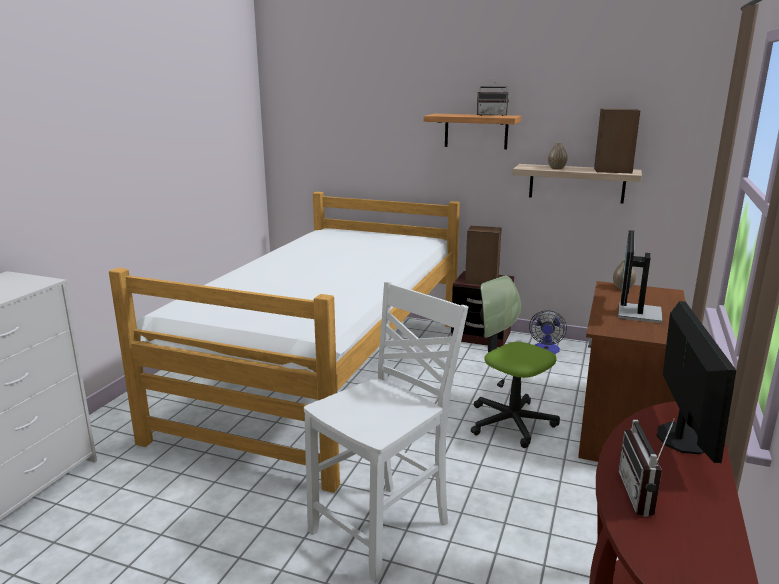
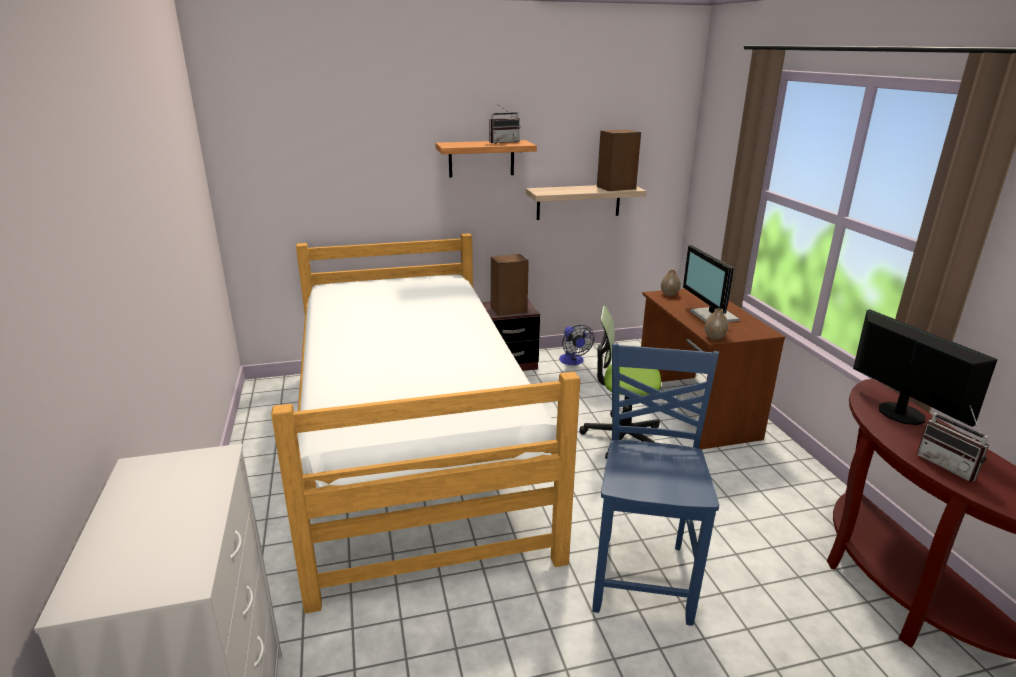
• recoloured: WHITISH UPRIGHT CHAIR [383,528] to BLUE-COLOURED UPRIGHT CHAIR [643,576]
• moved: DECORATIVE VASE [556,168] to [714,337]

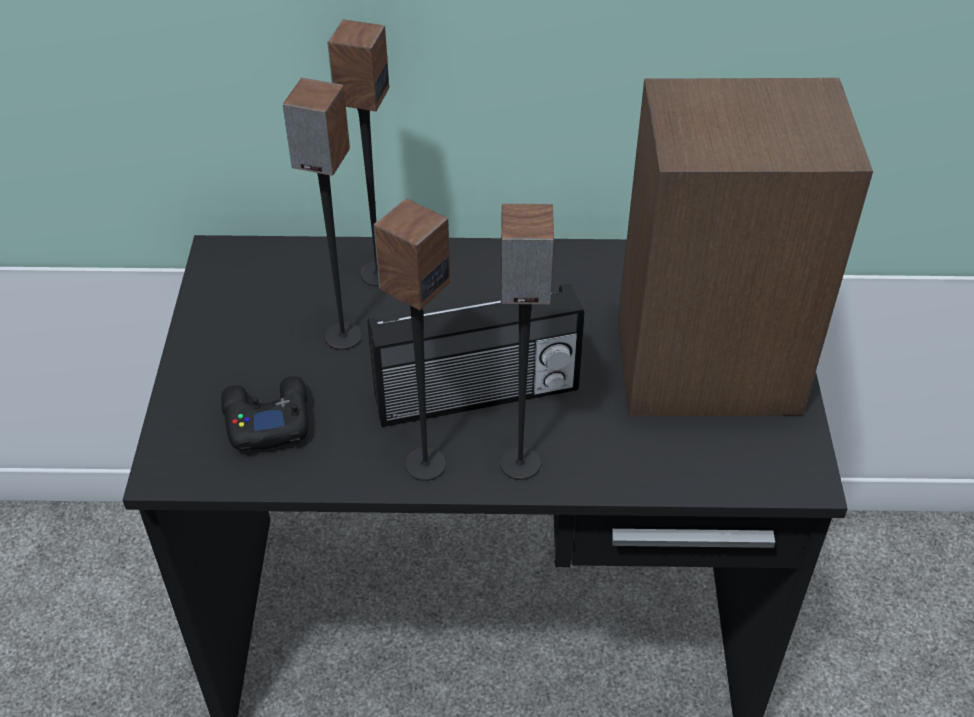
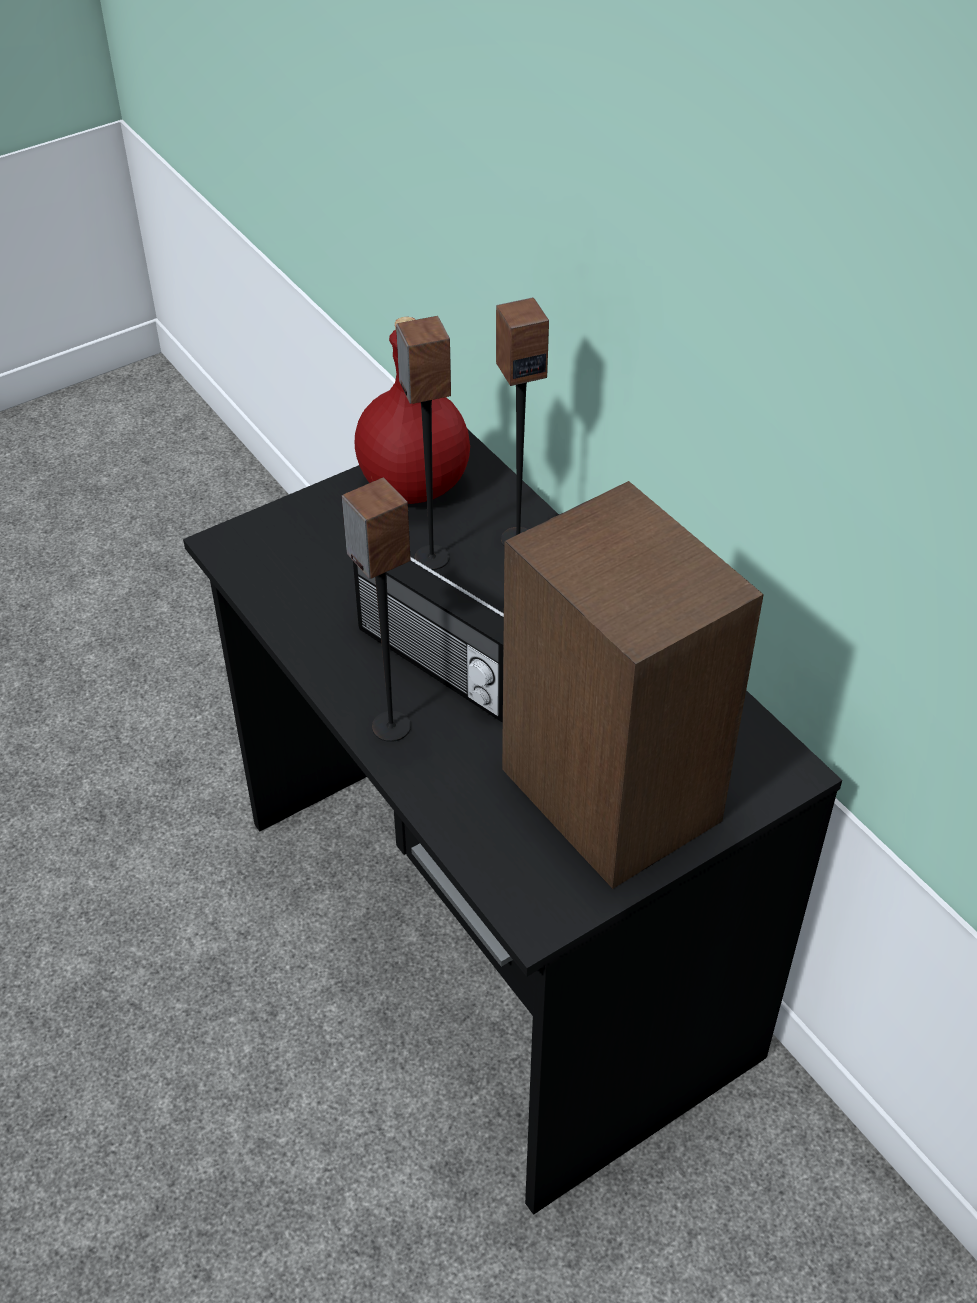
• added: RED-COLOURED DRINK BOTTLE [412,485]
• removed: BLACKISH JOYPAD [266,419]
• removed: SPEAKER [425,464]

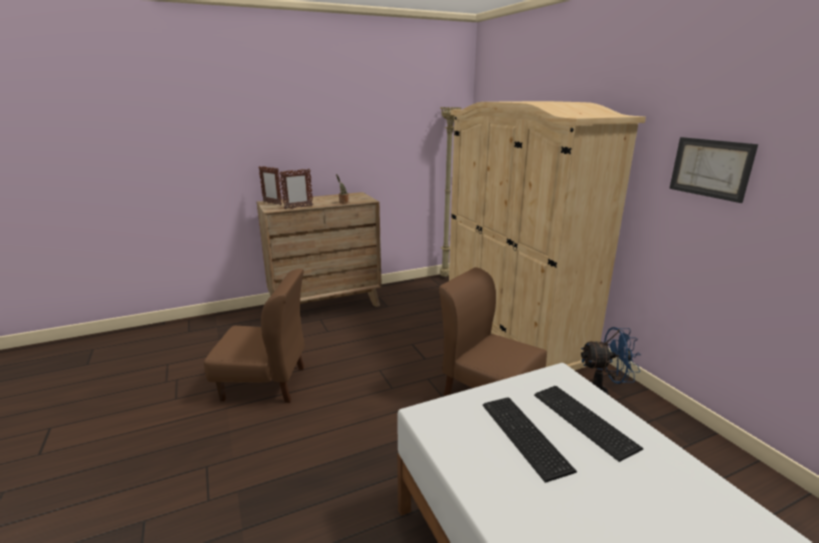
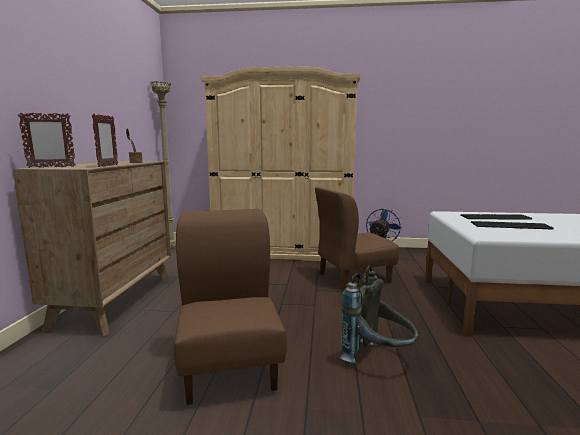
• turned: BROWN UPRIGHT CHAIR [265,383] = [230,366] 45 degrees counterclockwise
• added: GREY KNAPSACK [378,359]
• removed: WALL PICTURE [710,168]

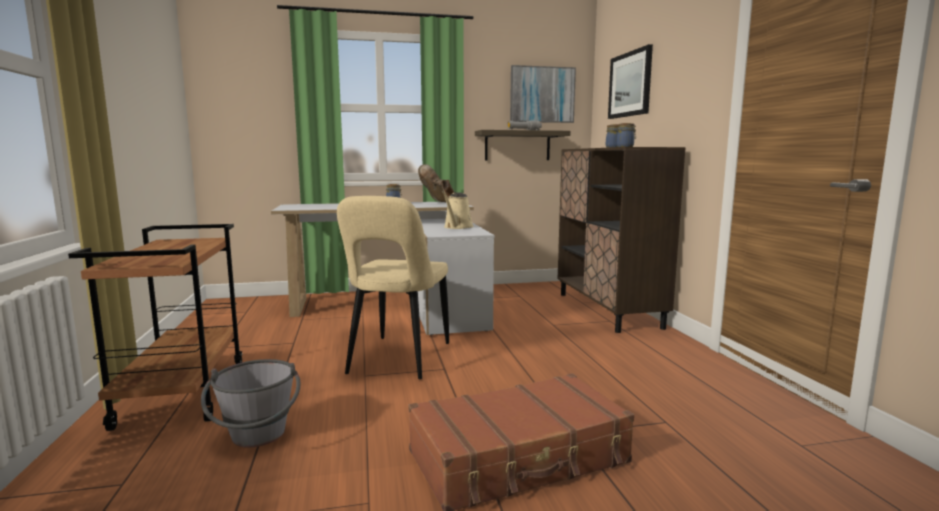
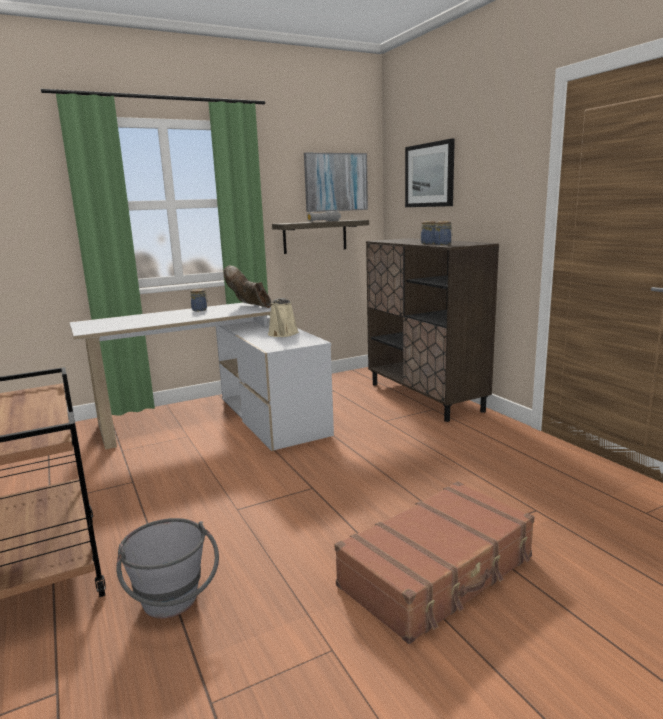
• removed: BEIGE UPRIGHT CHAIR [397,360]

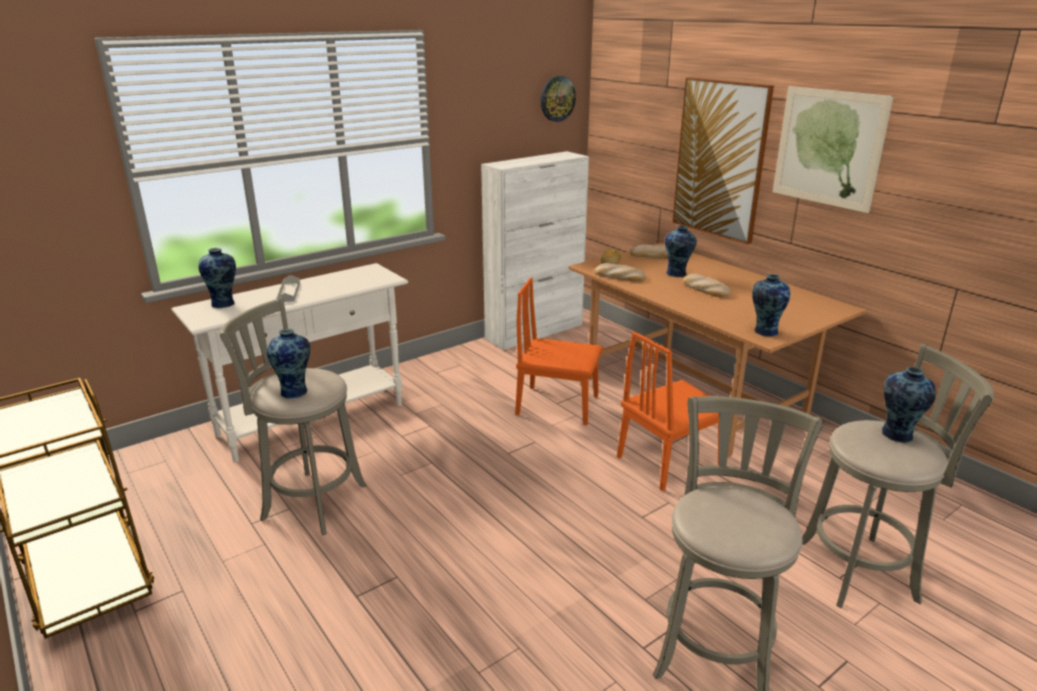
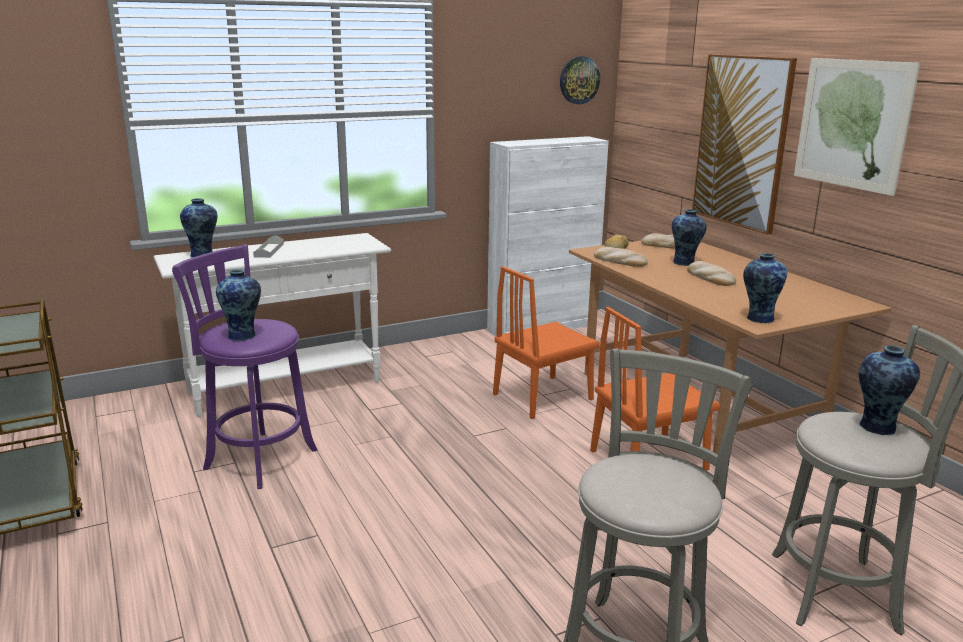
• recoloured: GREY STOOL SEAT [310,500] to PURPLE STOOL SEAT [257,457]
• turned: ORANGE UPRIGHT CHAIR [557,405] = [543,396] 60 degrees counterclockwise

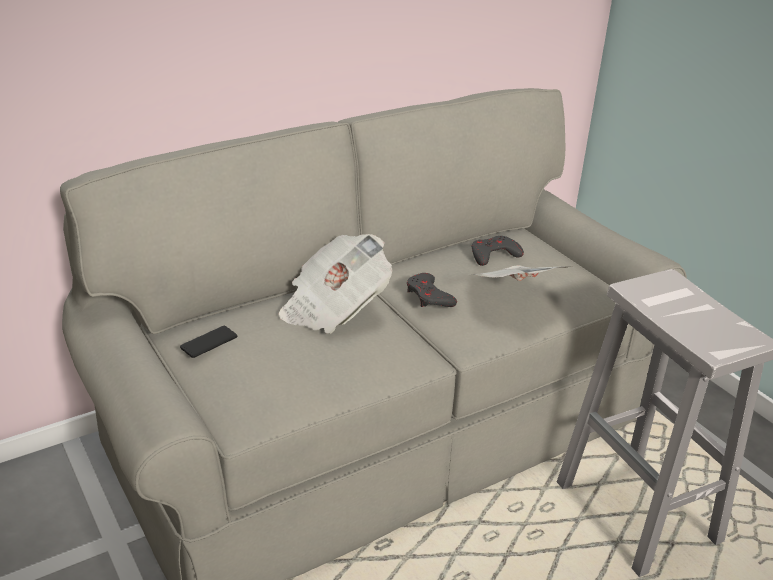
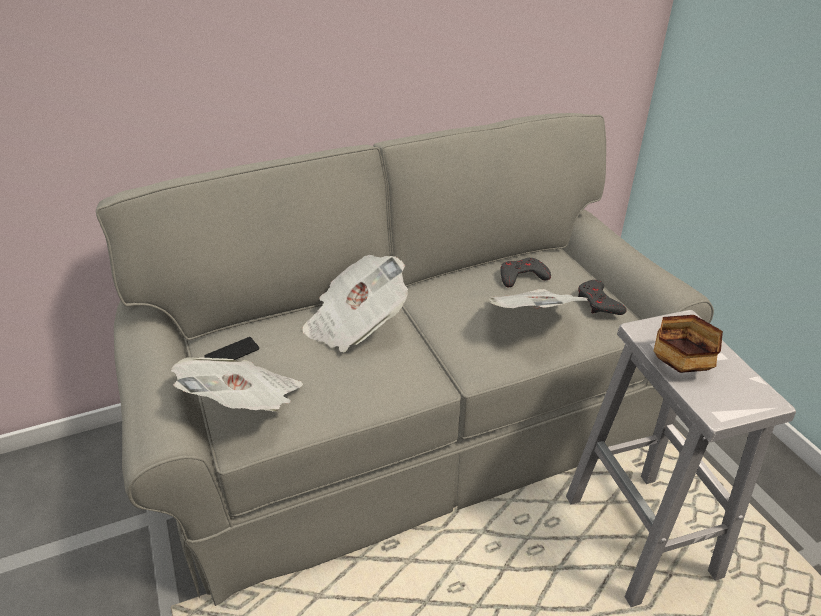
• added: PRINTED PAPER [245,404]
• moved: GREY JOYPAD [429,296] to [598,303]
• added: DEEP DISH [681,363]

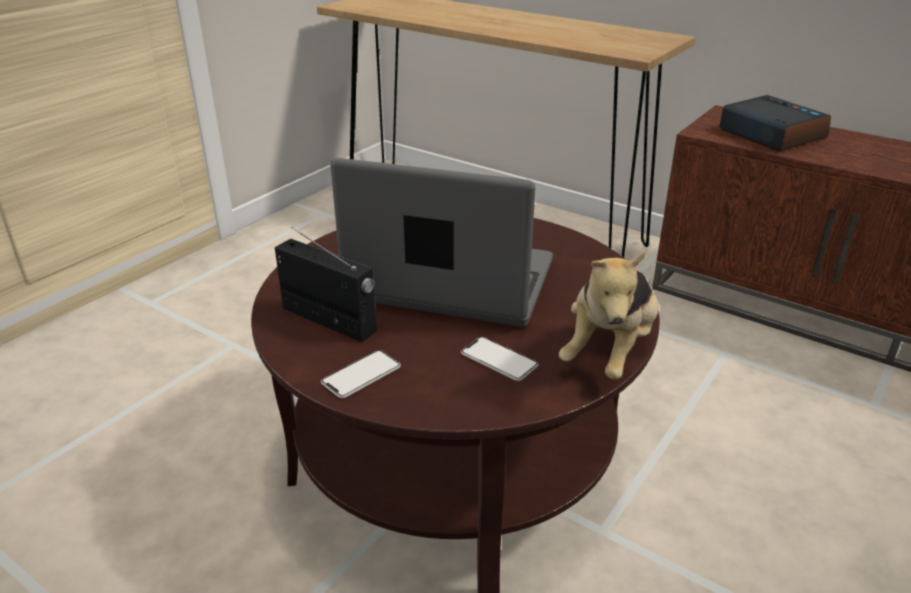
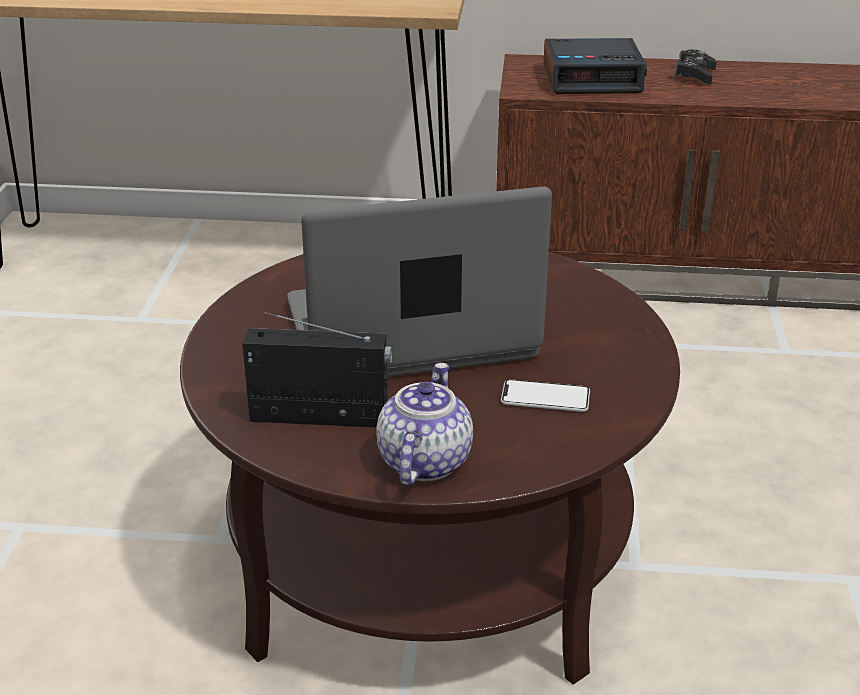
• replaced: HANDSET [361,375] to POT FOR TEA [423,461]
• turned: TABLE CLOCK [770,134] = [593,78] 150 degrees clockwise
• added: BLACKISH JOYPAD [694,75]
• removed: SOFT TOY [609,351]

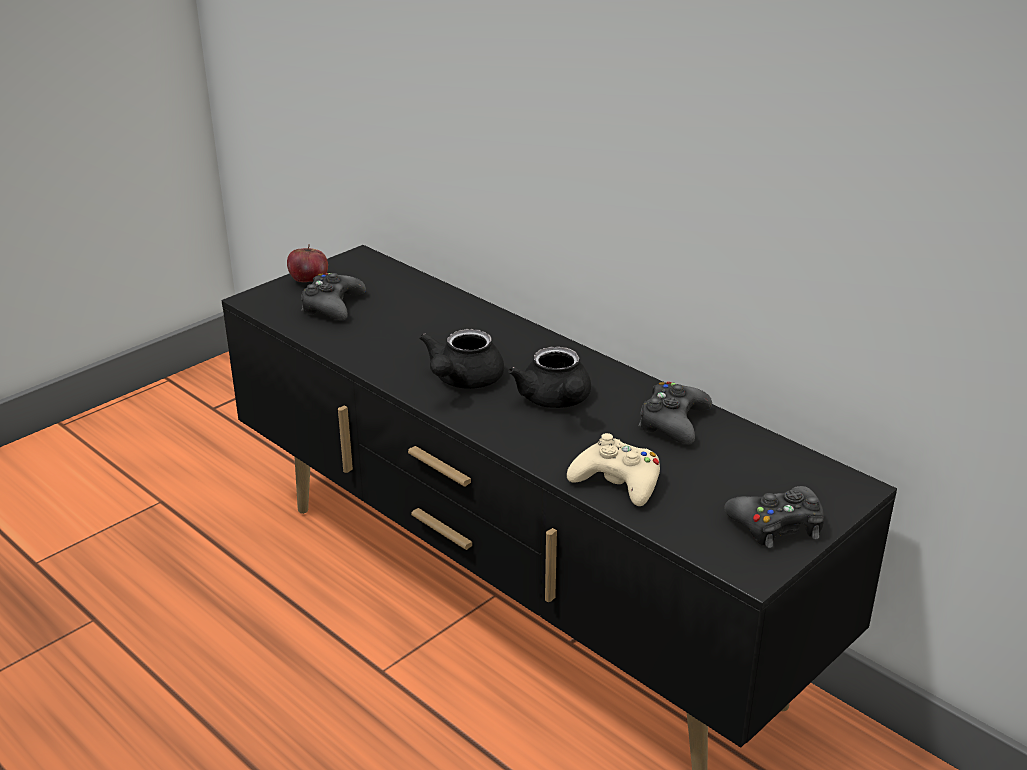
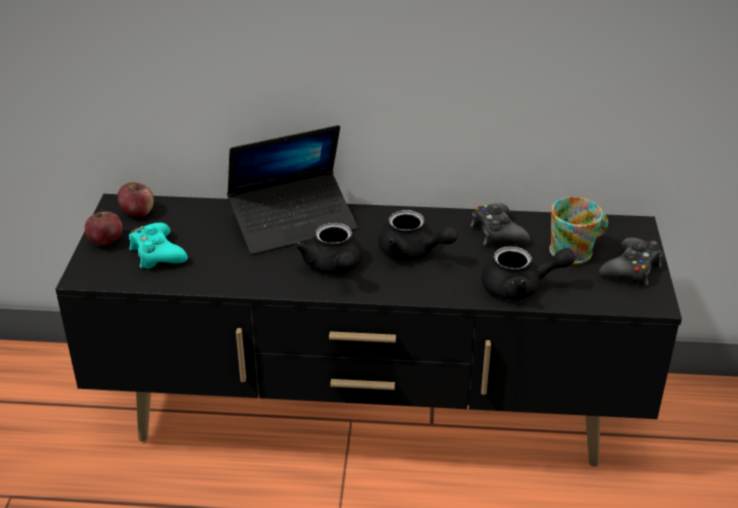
• added: APPLE FRUIT [138,212]
• recoloured: BLACKISH JOYPAD [332,306] to TURQUOISE JOYPAD [157,253]
• added: LAPTOP [293,223]
• replaced: BEIGE JOYPAD [617,482] to BLACKISH POT FOR TEA [520,287]
• added: TEA MUG [577,251]

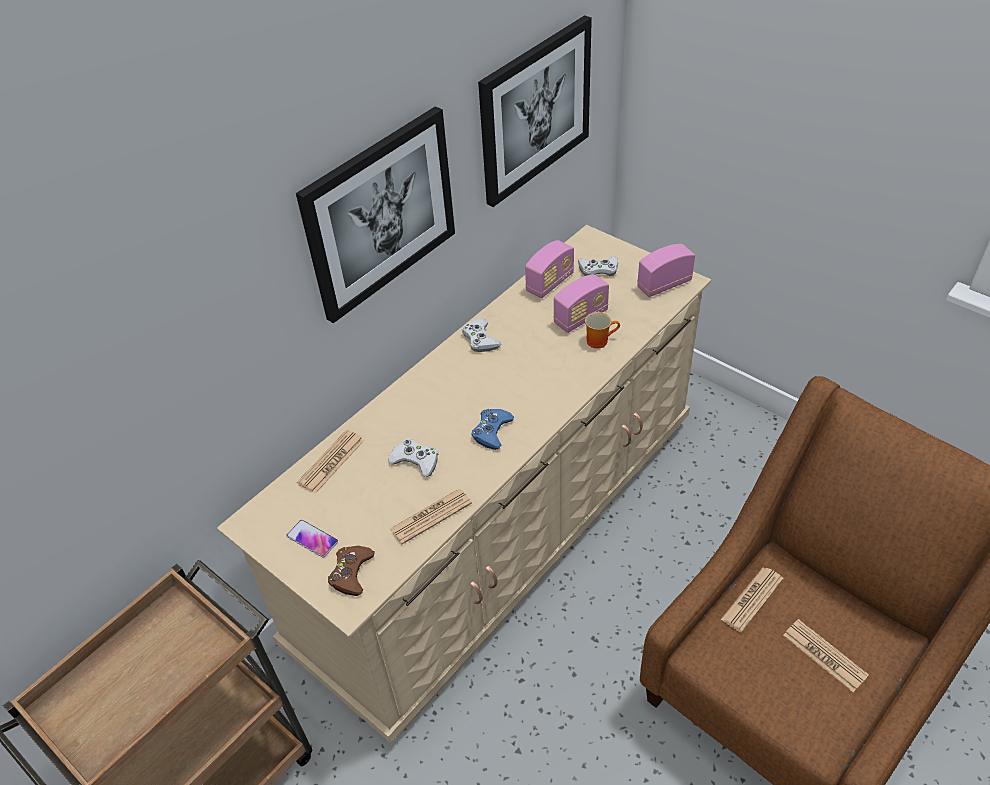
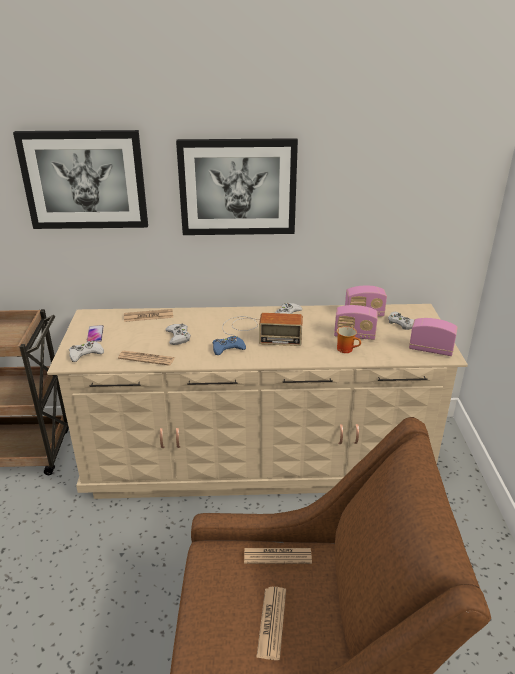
• moved: WALL PICTURE [535,110] to [84,180]
• recoloured: BROWN JOYPAD [351,573] to WHITISH JOYPAD [85,354]
• added: RADIO RECEIVER [259,331]

